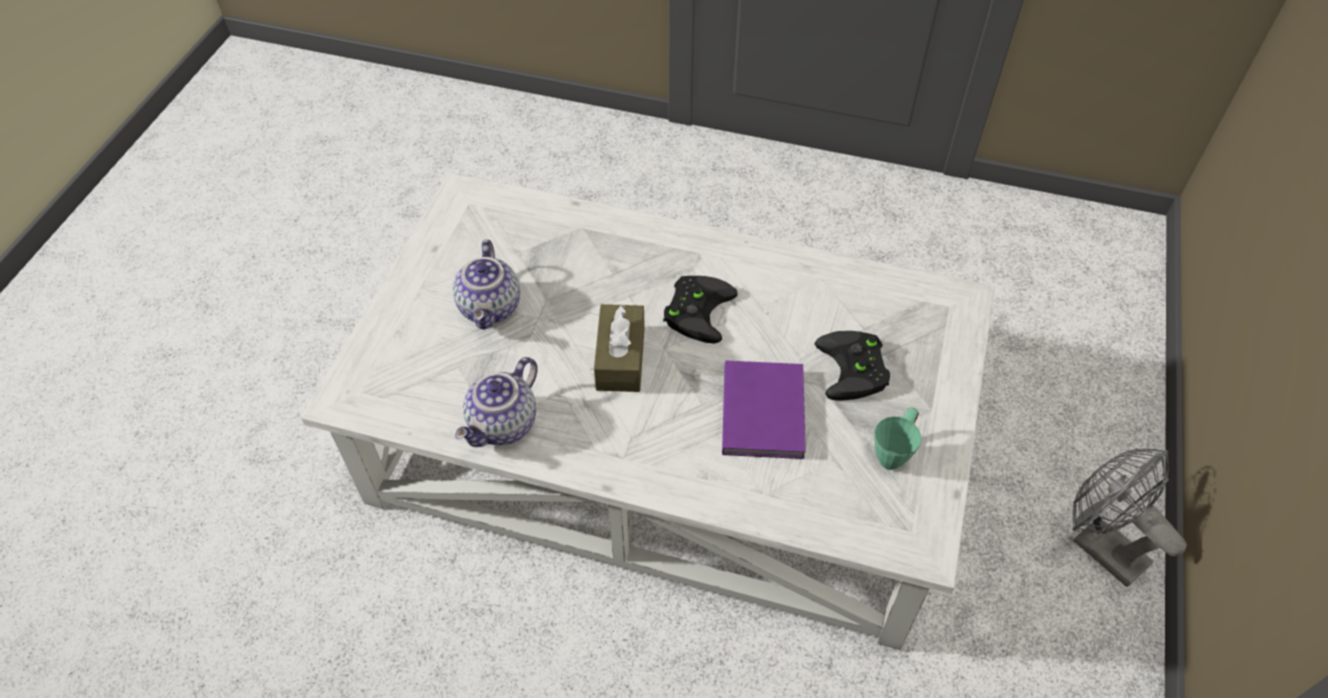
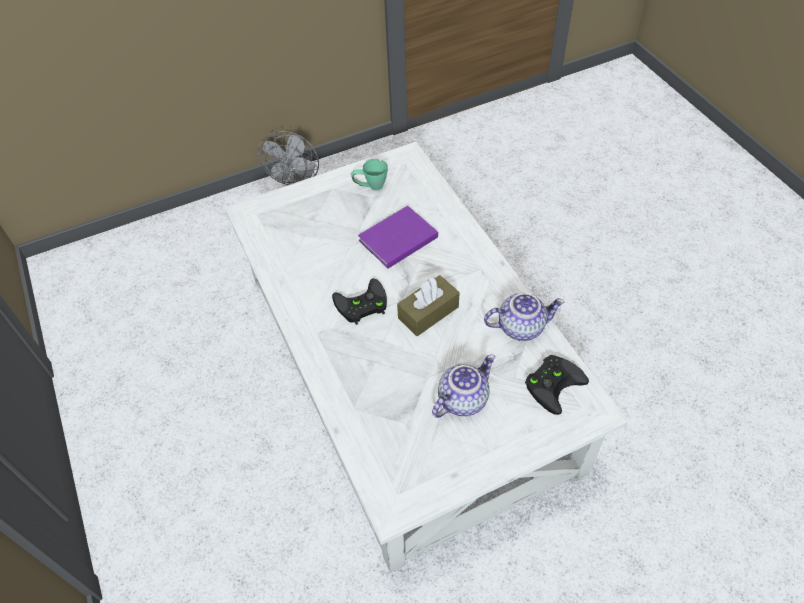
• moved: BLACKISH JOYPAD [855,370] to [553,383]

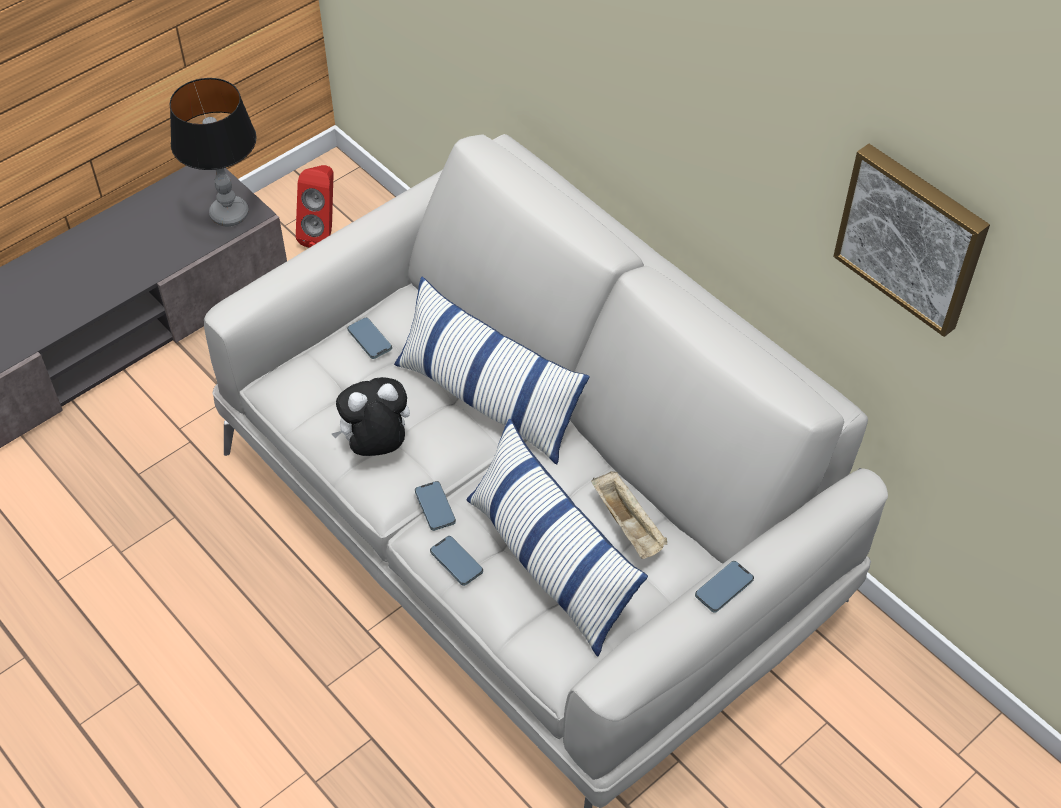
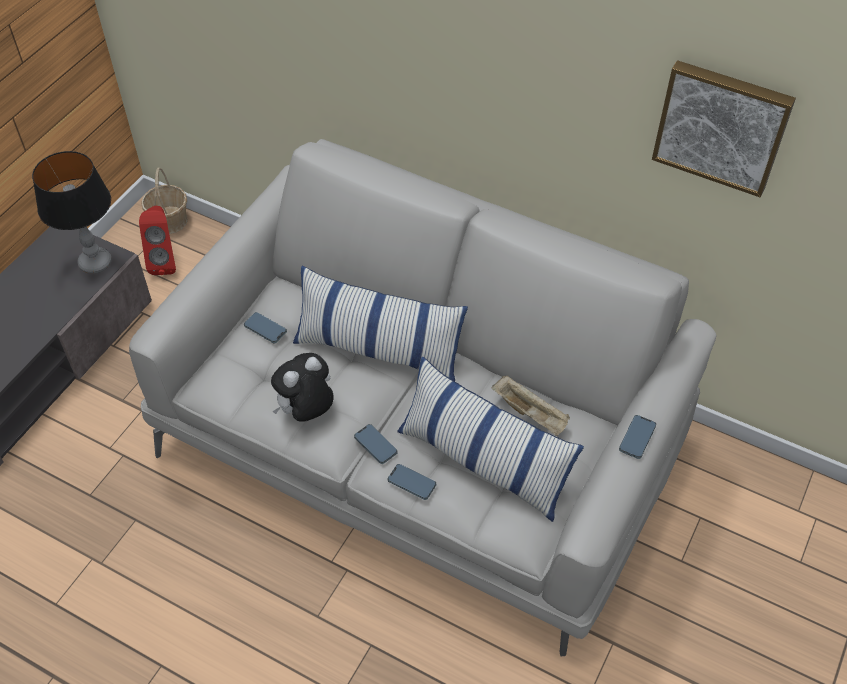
• added: HOUSEHOLD BASKET [169,220]

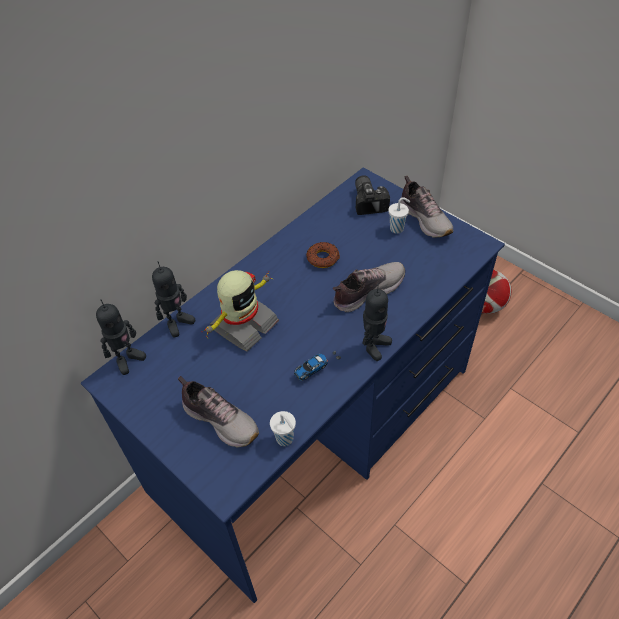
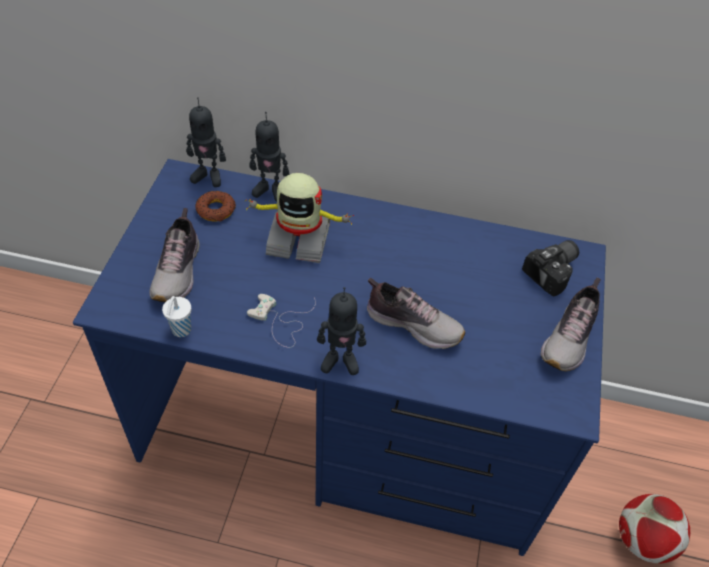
• moved: RING DOUGHNUT [323,258] to [216,210]
• replaced: MODEL CAR [317,368] to WHITISH JOYPAD [281,321]
• removed: WHITISH CUP [397,228]

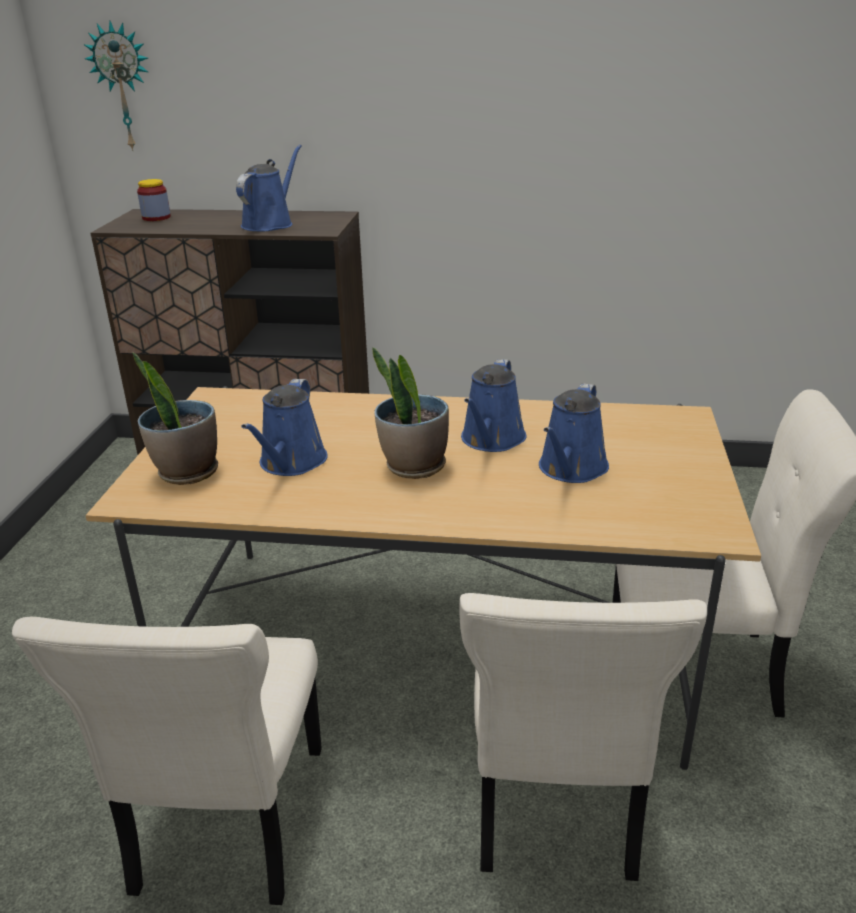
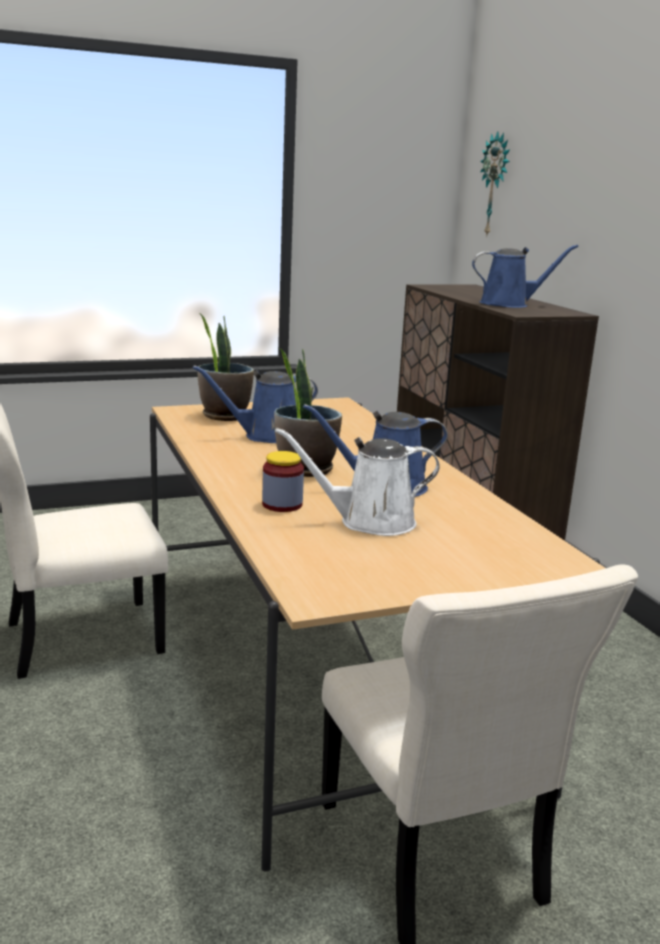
• moved: PRESERVE JAR [156,217] to [282,504]
• recoloured: BLUE-COLOURED WATERING POT [571,469] to WHITISH WATERING POT [369,522]
• removed: BEIGE UPRIGHT CHAIR [553,804]

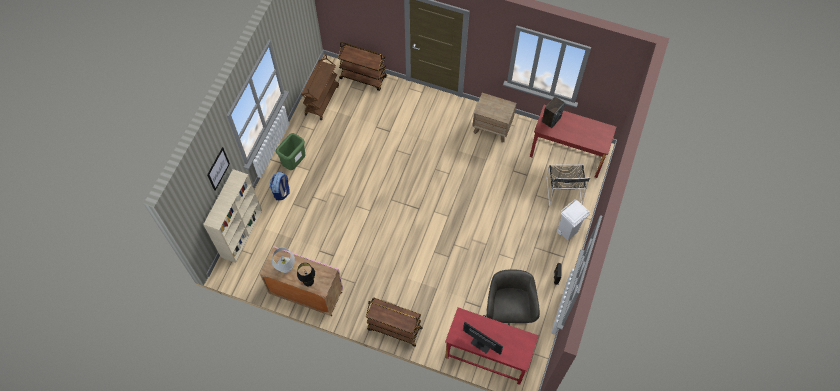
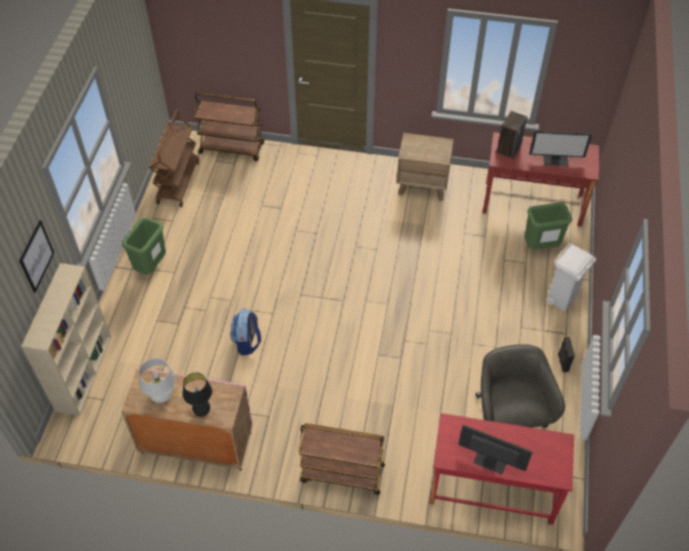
• moved: KNAPSACK [281,192] to [247,342]
• replaced: BLACKISH UPRIGHT CHAIR [564,189] to GREEN-COLOURED TRASH CAN [540,247]
• added: COMPUTER DISPLAY [556,160]

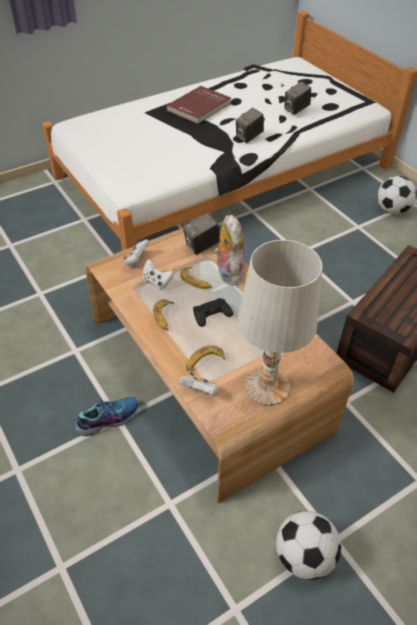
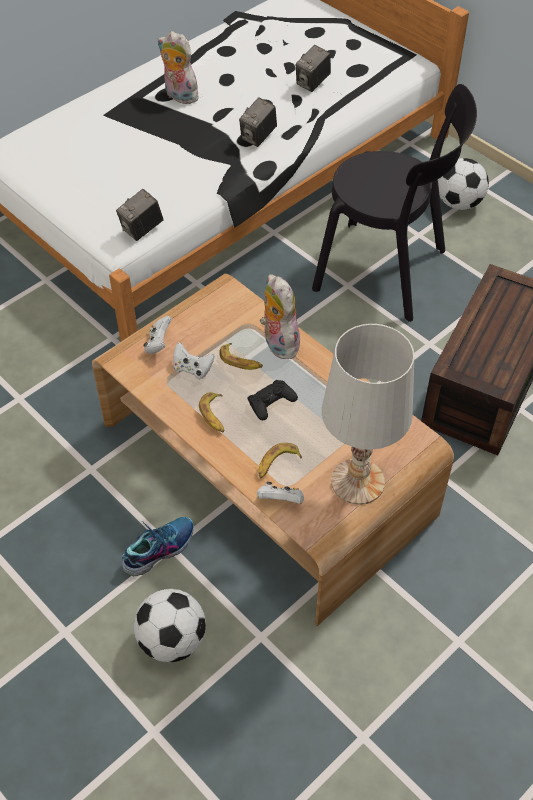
• moved: STILL CAMERA [202,246] to [142,230]
• moved: BALL FOR FOOTBALL [304,556] to [172,640]
• replaced: RED-COLOURED BOOK [200,107] to SOFT TOY [179,96]
• added: BLACKISH UPRIGHT CHAIR [386,272]

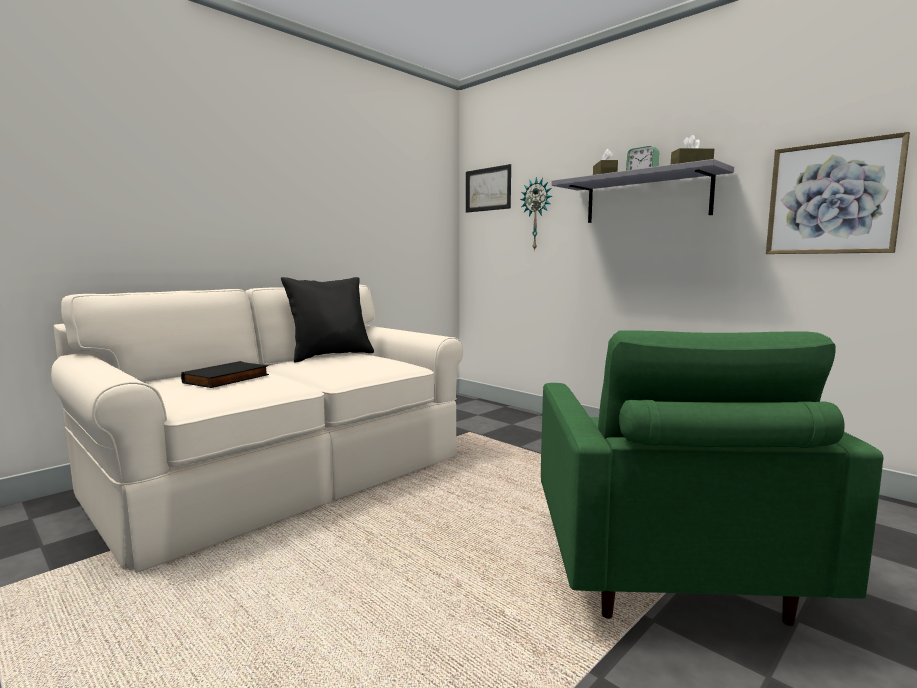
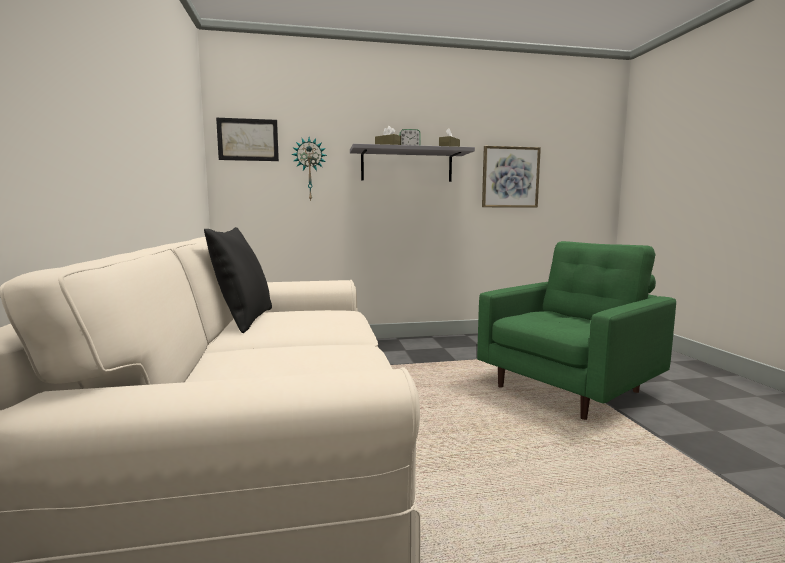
• turned: GREEN-COLOURED LOUNGE CHAIR [664,568] = [570,388] 75 degrees counterclockwise
• removed: BLACKISH BOOK [227,379]

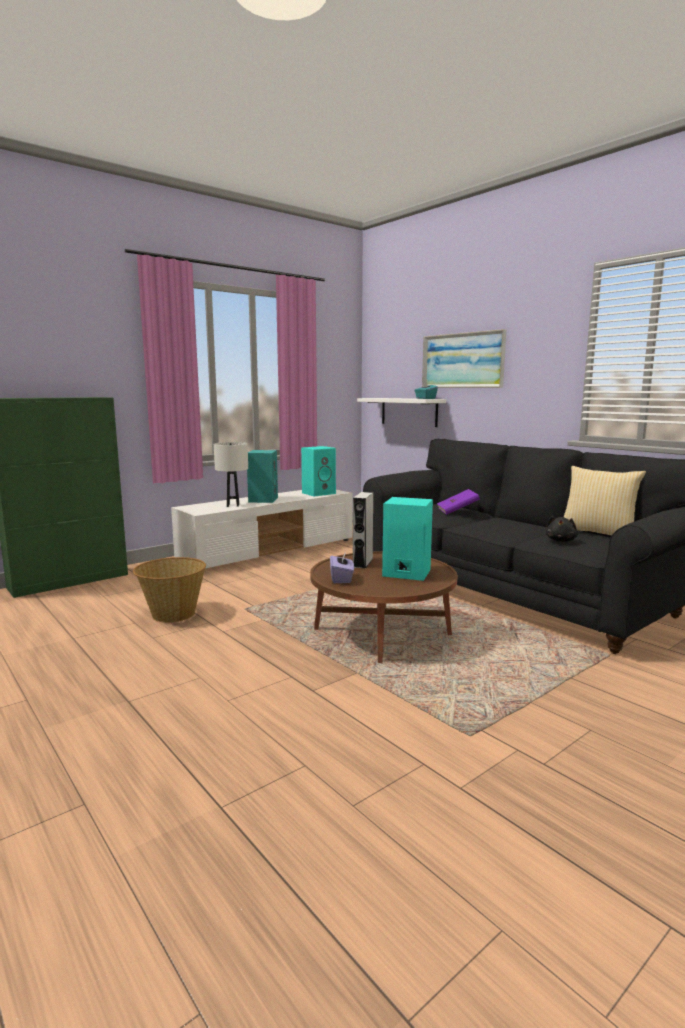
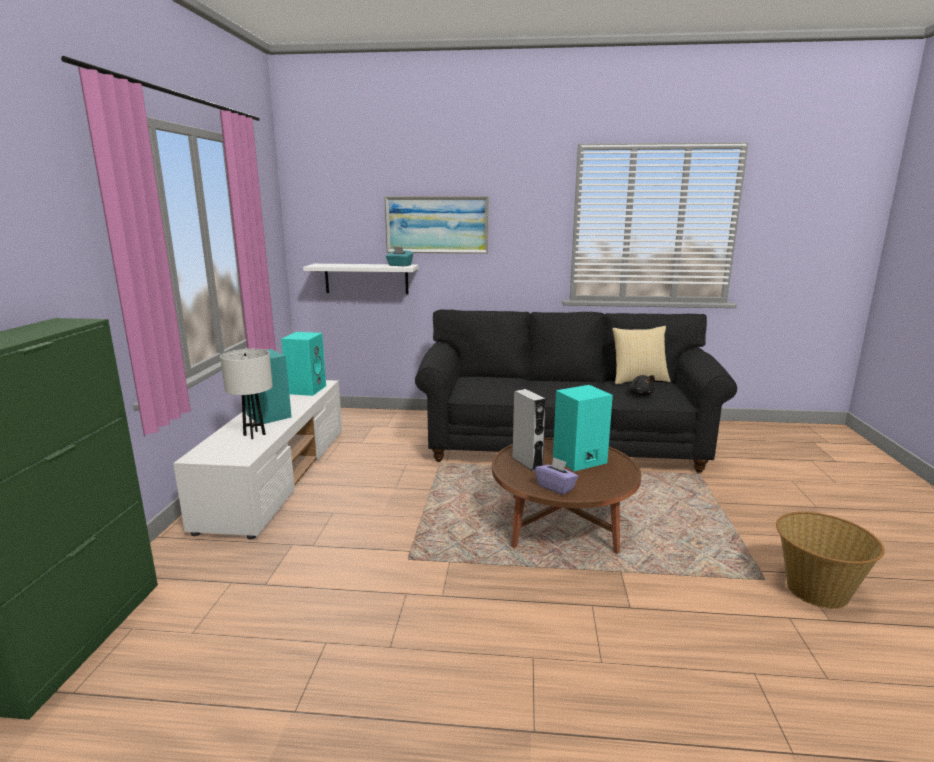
• moved: HOUSEHOLD BASKET [173,614] to [816,591]
• removed: PURPLE BOOK [457,511]

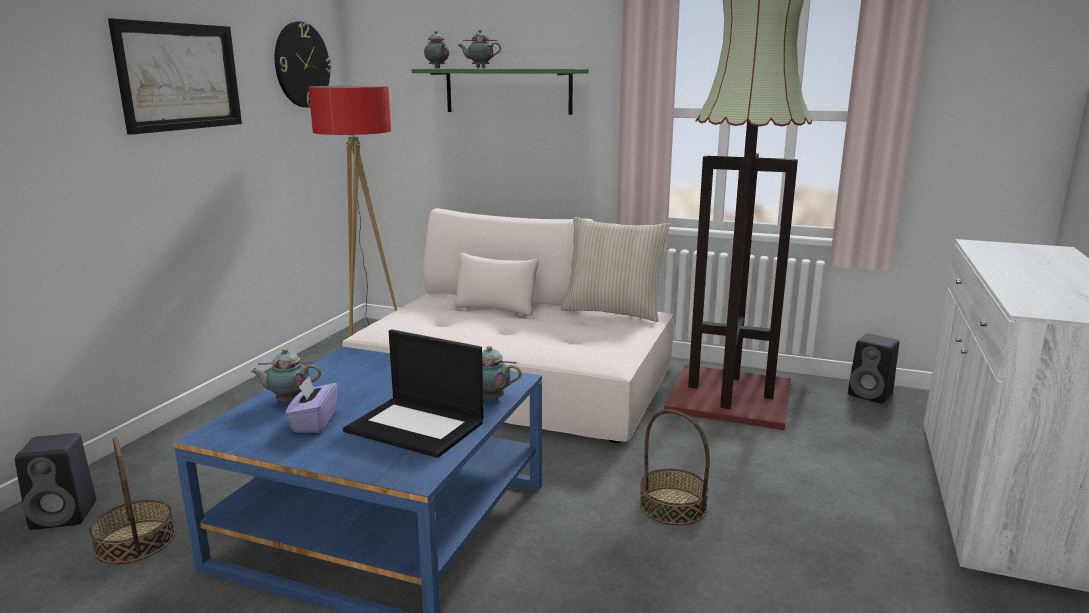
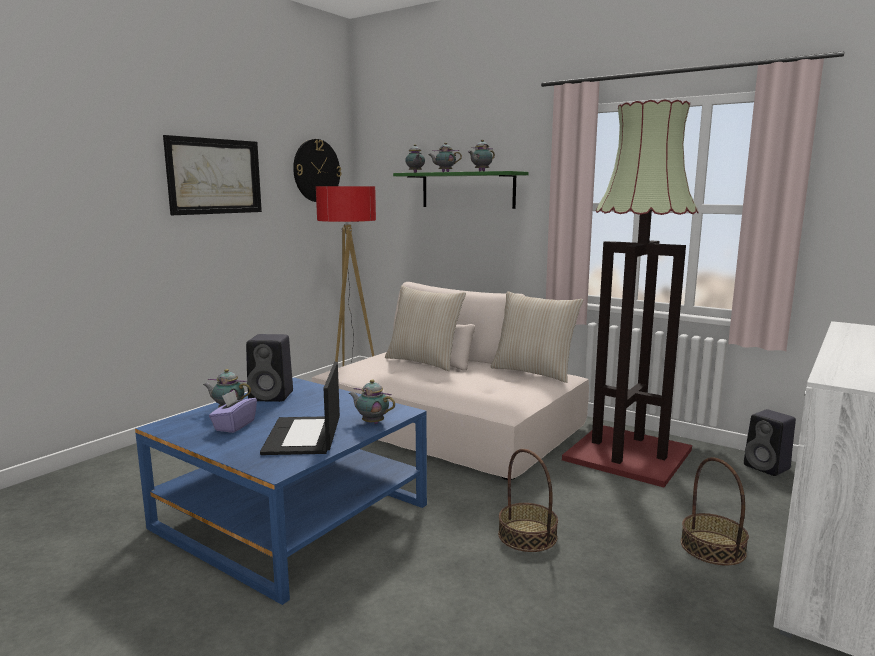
• moved: BLACKISH SPEAKER [66,515] to [273,396]
• turned: LAPTOP [417,426] = [304,436] 45 degrees clockwise
• added: BEIGE CUSHION [424,361]
• added: POT FOR TEA [480,171]
• moved: HOUSEHOLD BASKET [136,541] to [713,547]

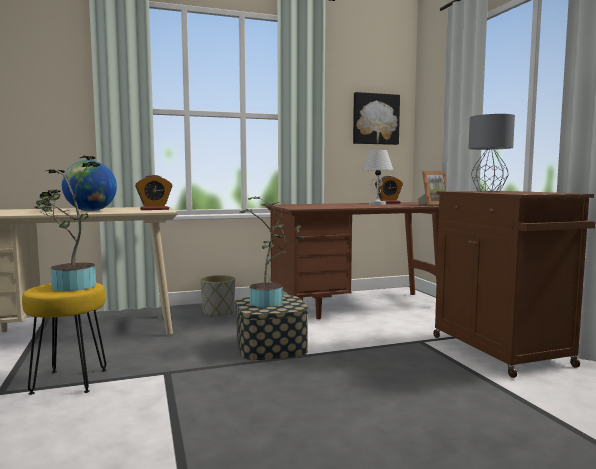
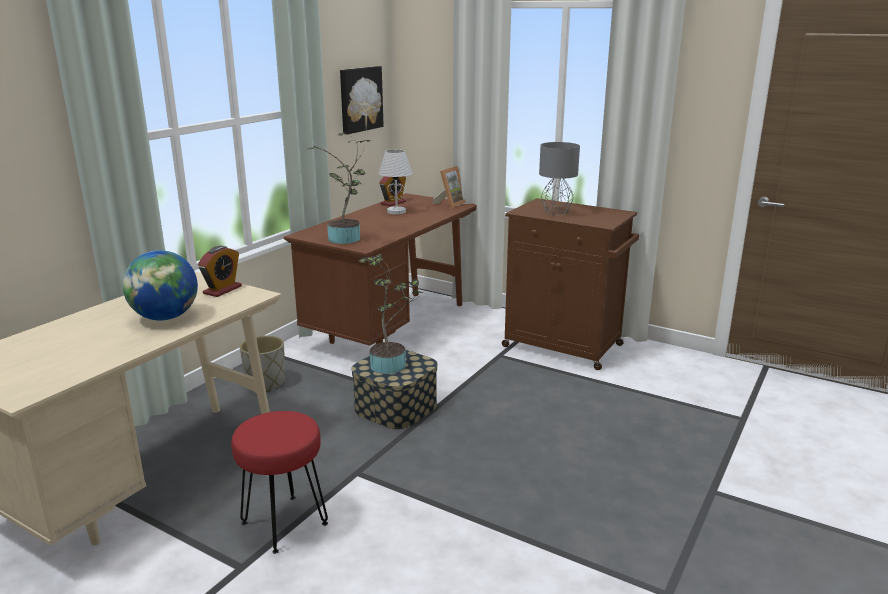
• recoloured: YELLOWISH STOOL SEAT [68,381] to RED-COLOURED STOOL SEAT [284,524]
• moved: HOUSEPLANT [71,287] to [346,240]

